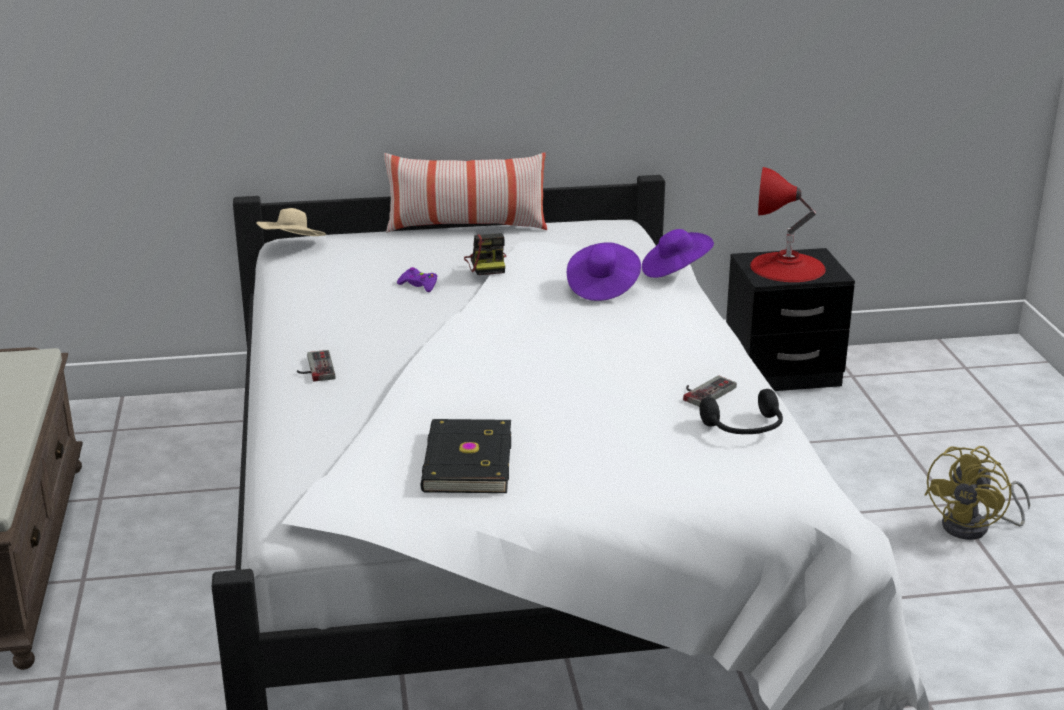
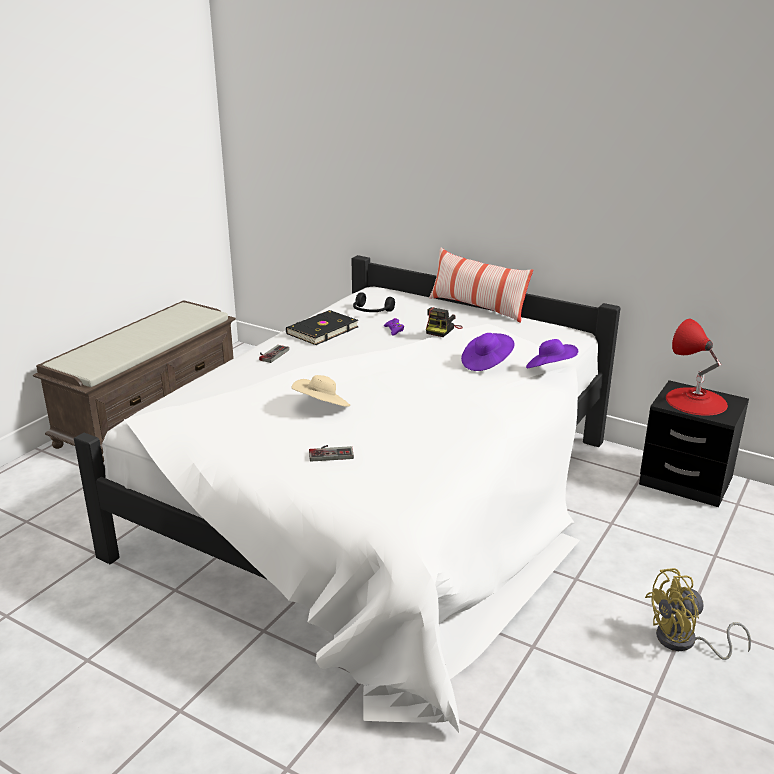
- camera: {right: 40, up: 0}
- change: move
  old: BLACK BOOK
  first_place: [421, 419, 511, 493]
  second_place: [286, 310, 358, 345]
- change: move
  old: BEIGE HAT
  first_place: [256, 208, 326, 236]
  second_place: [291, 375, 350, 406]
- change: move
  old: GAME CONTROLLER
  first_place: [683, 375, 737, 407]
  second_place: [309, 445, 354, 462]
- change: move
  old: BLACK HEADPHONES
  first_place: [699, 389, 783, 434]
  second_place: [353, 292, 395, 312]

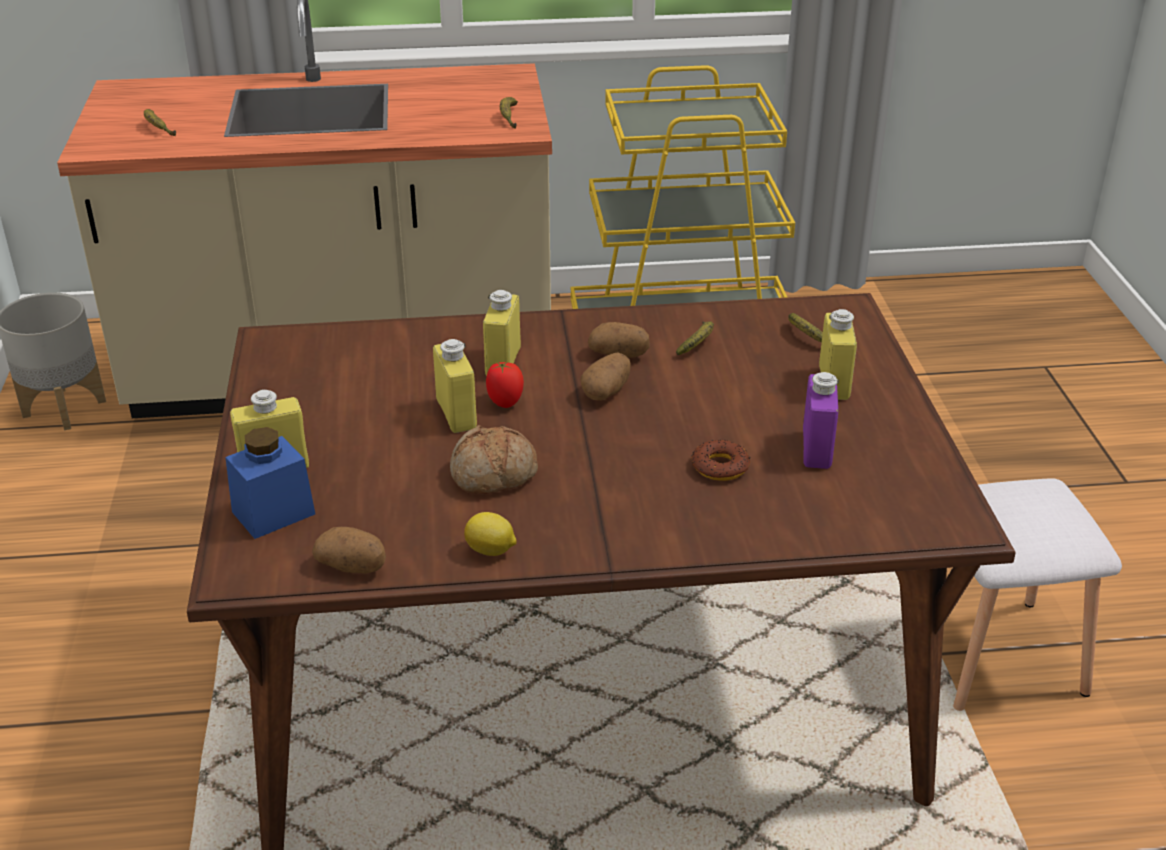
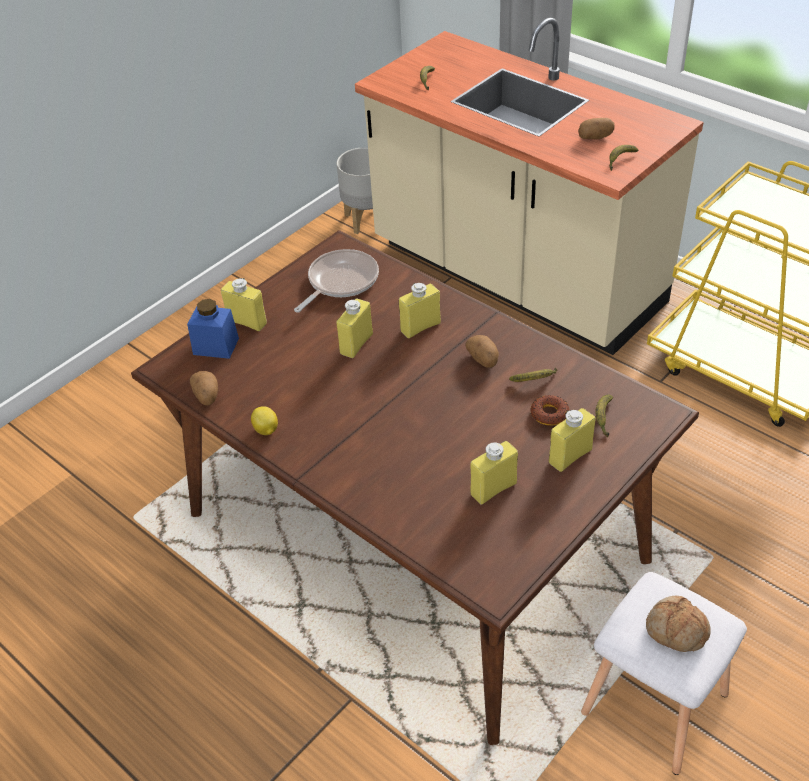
- camera: {right: 50, up: 10}
- change: insert
  new: FRYING PAN
  second_place: [294, 249, 379, 312]
- change: recolor
  old: PURPLE BOTTLE
  new: YELLOW BOTTLE
  first_place: [803, 372, 839, 469]
  second_place: [470, 441, 518, 505]
- change: move
  old: DONUT
  first_place: [691, 440, 750, 481]
  second_place: [530, 395, 569, 426]
- change: move
  old: POTATO
  first_place: [580, 352, 631, 401]
  second_place: [578, 118, 615, 140]
- change: move
  old: BREAD
  first_place: [450, 425, 538, 494]
  second_place: [646, 596, 711, 652]
- change: delete
  old: TOMATO
  first_place: [486, 362, 524, 408]

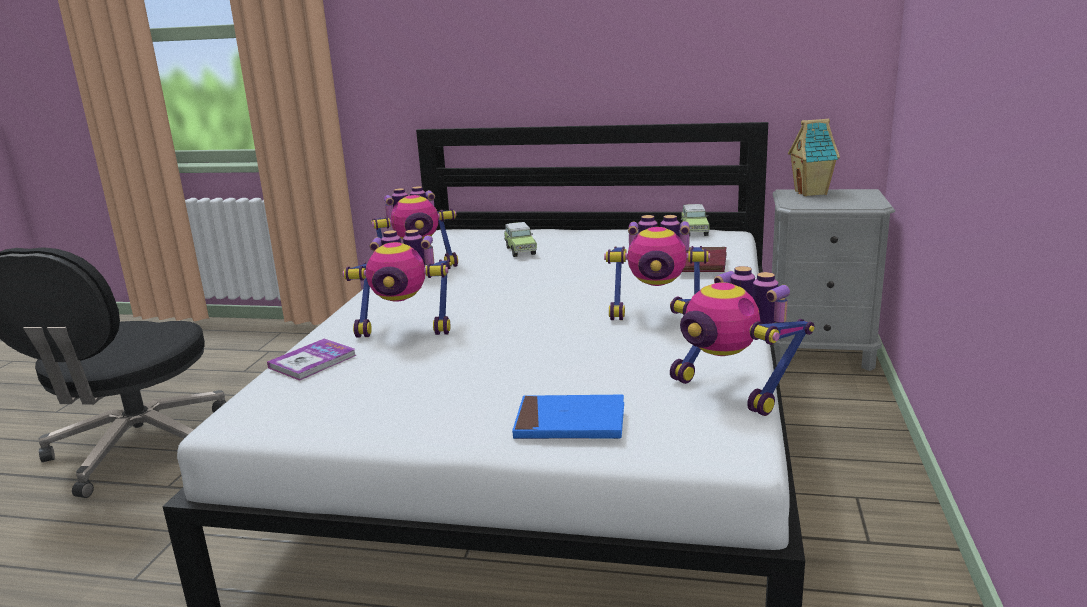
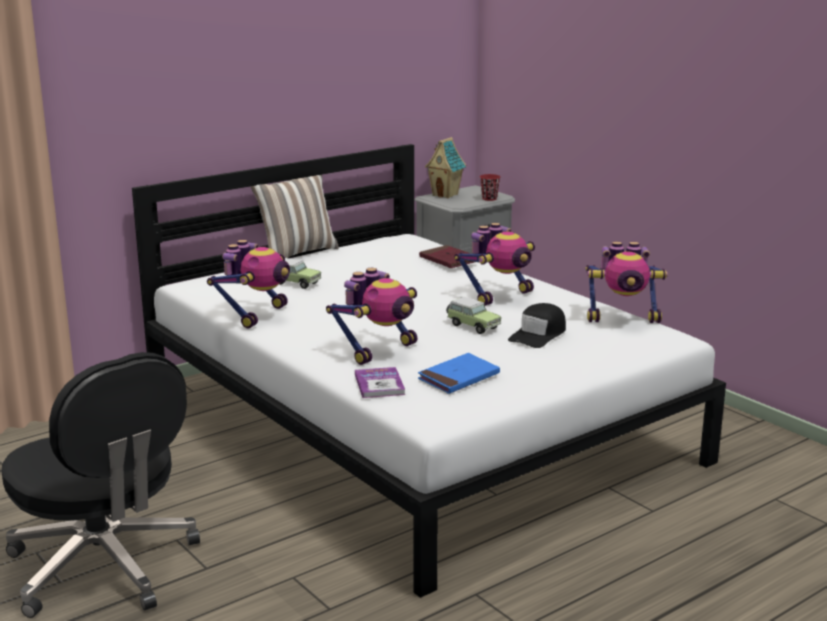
- camera: {right: -50, up: 0}
- change: insert
  new: PILLOW
  second_place: [250, 175, 339, 258]
- change: move
  old: BLUE BOOK
  first_place: [512, 395, 624, 439]
  second_place: [418, 353, 500, 394]
- change: move
  old: TOY CAR
  first_place: [681, 204, 710, 236]
  second_place: [446, 297, 501, 334]
- change: insert
  new: RED CUP
  second_place: [480, 174, 500, 201]
- change: insert
  new: BLACK CAP
  second_place: [508, 303, 566, 348]

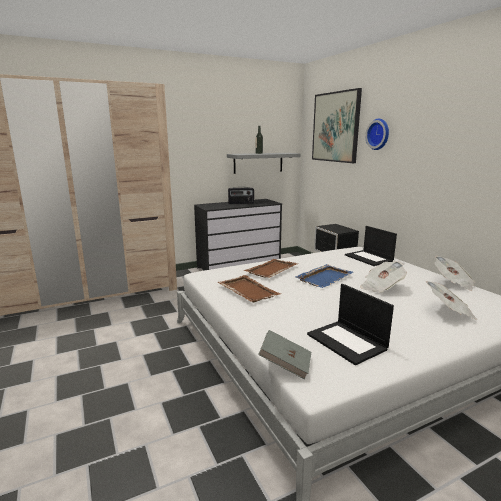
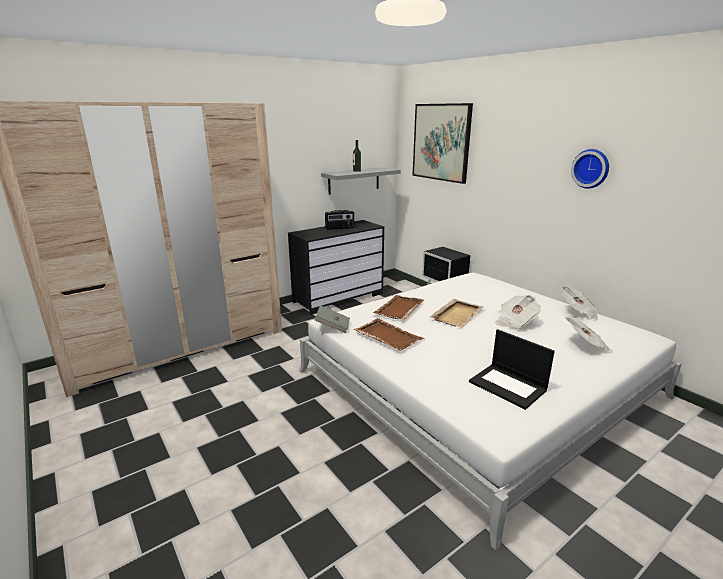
- camera: {right: -10, up: 5}
- change: move
  old: GREY BOOK
  first_place: [258, 330, 311, 379]
  second_place: [315, 305, 350, 333]
- change: recolor
  old: BLUE TRAY
  new: BEIGE TRAY
  first_place: [295, 264, 353, 288]
  second_place: [430, 299, 483, 328]
- change: move
  old: WALL CLOCK
  first_place: [365, 119, 389, 150]
  second_place: [571, 149, 609, 189]
- change: delete
  old: LAPTOP
  first_place: [345, 226, 397, 266]

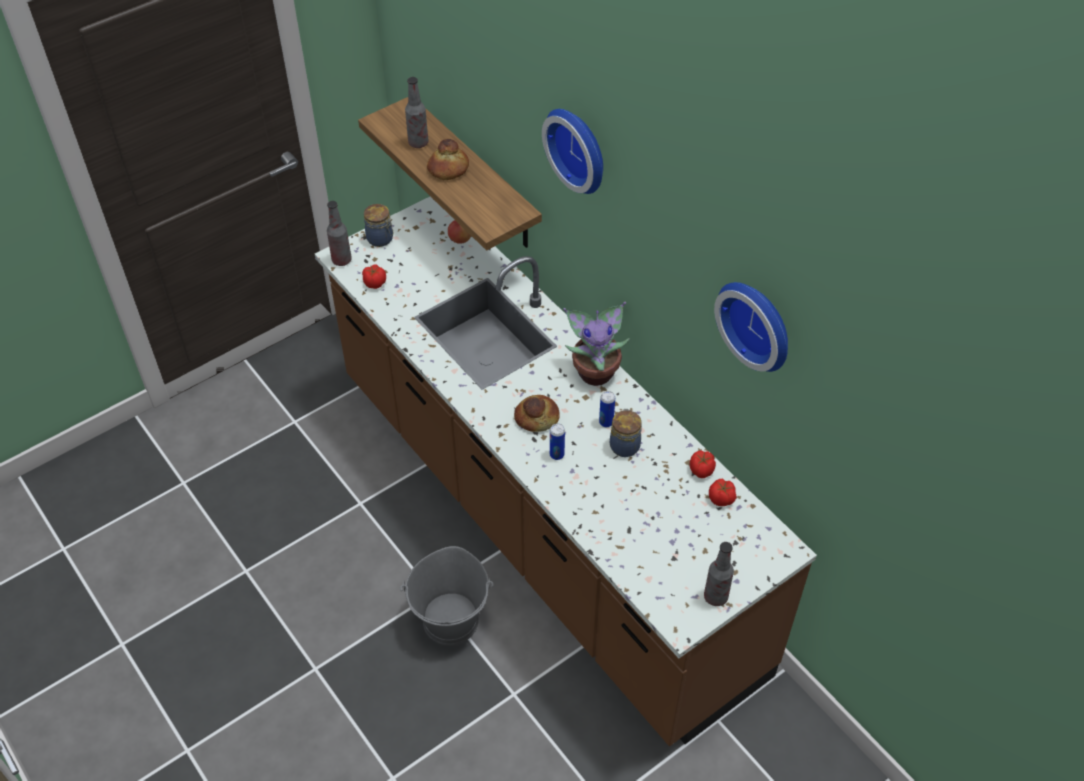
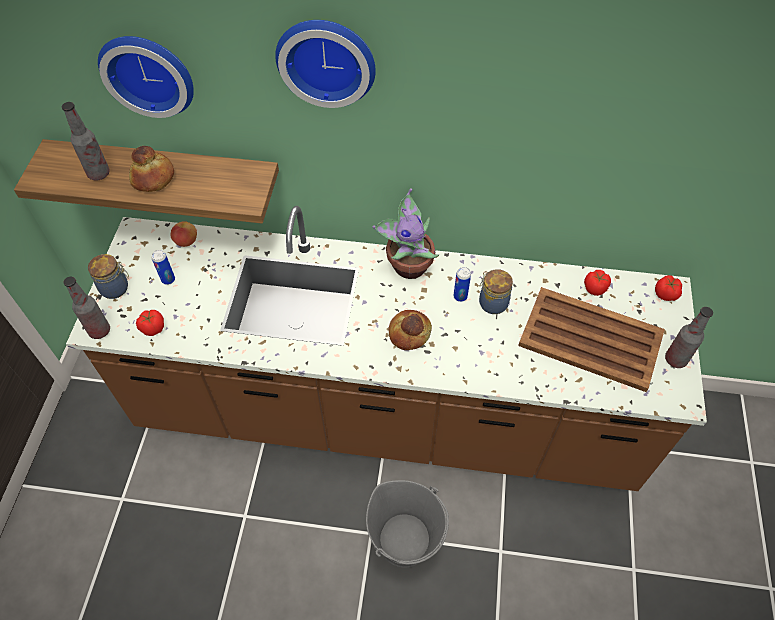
- camera: {right: -45, up: 5}
- change: move
  old: WALL CLOCK
  first_place: [714, 282, 788, 372]
  second_place: [98, 36, 194, 118]
- change: move
  old: CAN
  first_place: [550, 423, 565, 460]
  second_place: [151, 250, 175, 285]
- change: insert
  new: BROWN TRAY
  second_place: [518, 287, 665, 392]
- change: move
  old: TOMATO
  first_place: [690, 451, 716, 478]
  second_place: [655, 275, 682, 301]

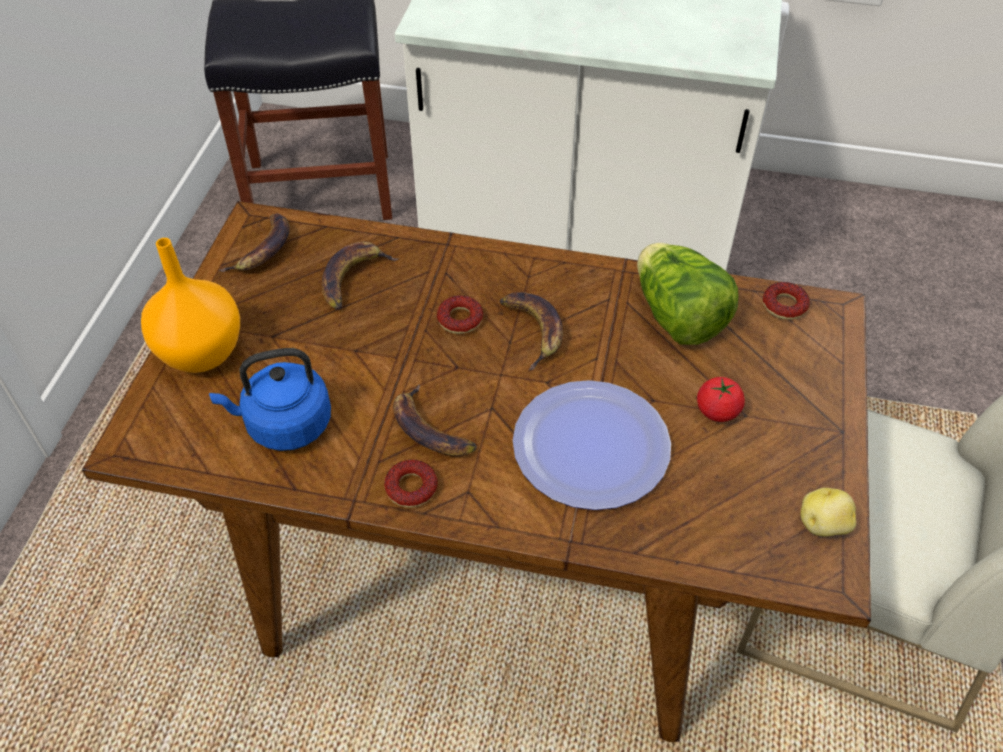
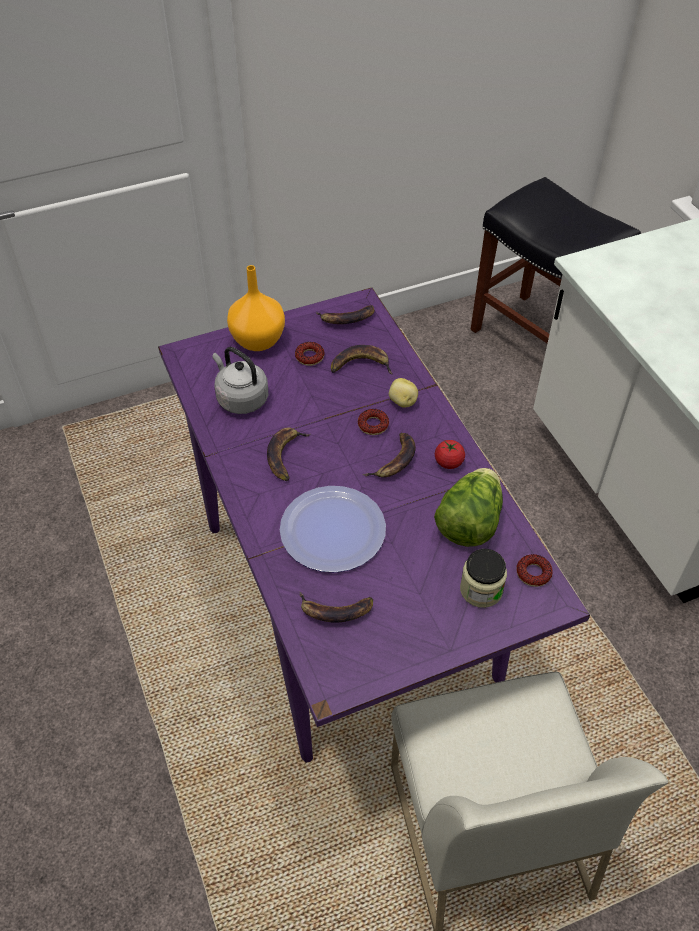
- camera: {right: 55, up: 0}
- change: recolor
  old: BROWN DINING TABLE
  new: PURPLE DINING TABLE
  first_place: [82, 201, 871, 742]
  second_place: [158, 288, 590, 762]
- change: recolor
  old: BLUE KETTLE
  new: GREY KETTLE
  first_place: [209, 348, 331, 451]
  second_place: [212, 347, 268, 414]
- change: move
  old: DONUT
  first_place: [384, 460, 437, 508]
  second_place: [295, 342, 324, 366]
- change: insert
  new: BANANA
  second_place: [300, 592, 373, 622]
- change: move
  old: POTATO
  first_place: [800, 488, 856, 536]
  second_place: [389, 378, 418, 408]
- change: move
  old: TOMATO
  first_place: [697, 377, 745, 422]
  second_place: [435, 440, 465, 469]
- change: insert
  new: JAR
  second_place: [460, 549, 507, 608]

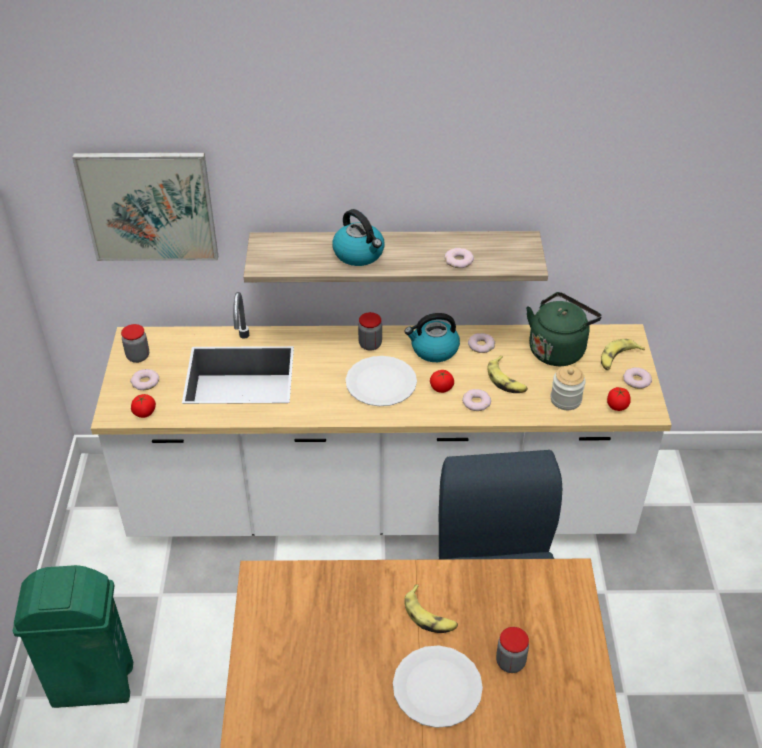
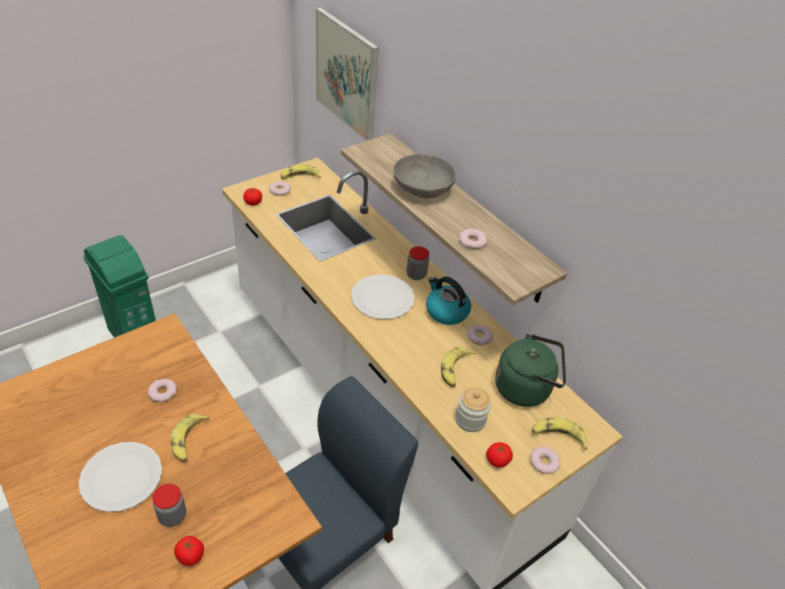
- camera: {right: 50, up: 0}
- change: move
  old: DONUT
  first_place: [462, 389, 491, 411]
  second_place: [148, 379, 177, 402]
- change: move
  old: TOMATO
  first_place: [430, 370, 454, 393]
  second_place: [174, 536, 204, 566]
- change: replace
  old: JAR
  new: BANANA
  first_place: [121, 324, 149, 363]
  second_place: [280, 164, 321, 179]
- change: replace
  old: KETTLE
  new: GREY BOWL
  first_place: [332, 209, 385, 266]
  second_place: [393, 154, 456, 198]

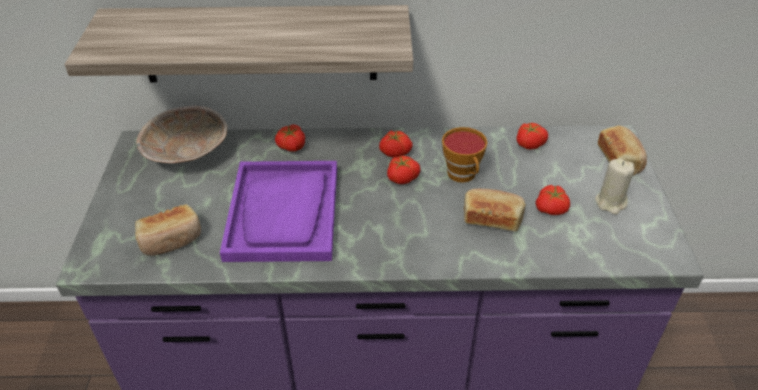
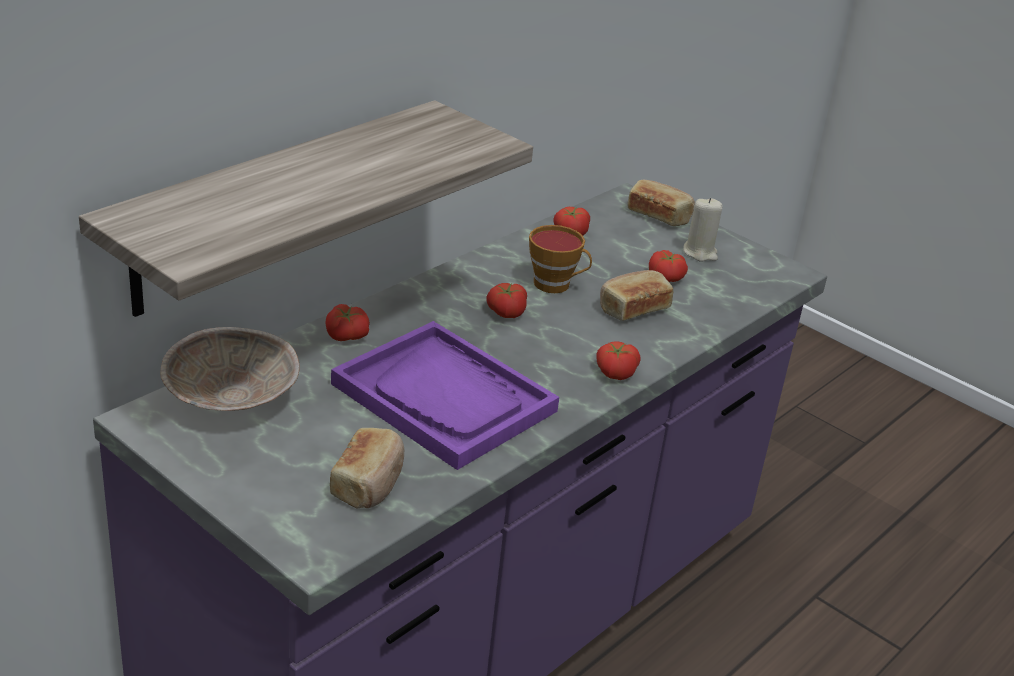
- camera: {right: -50, up: -10}
- change: move
  old: TOMATO
  first_place: [379, 130, 413, 157]
  second_place: [597, 341, 640, 380]

